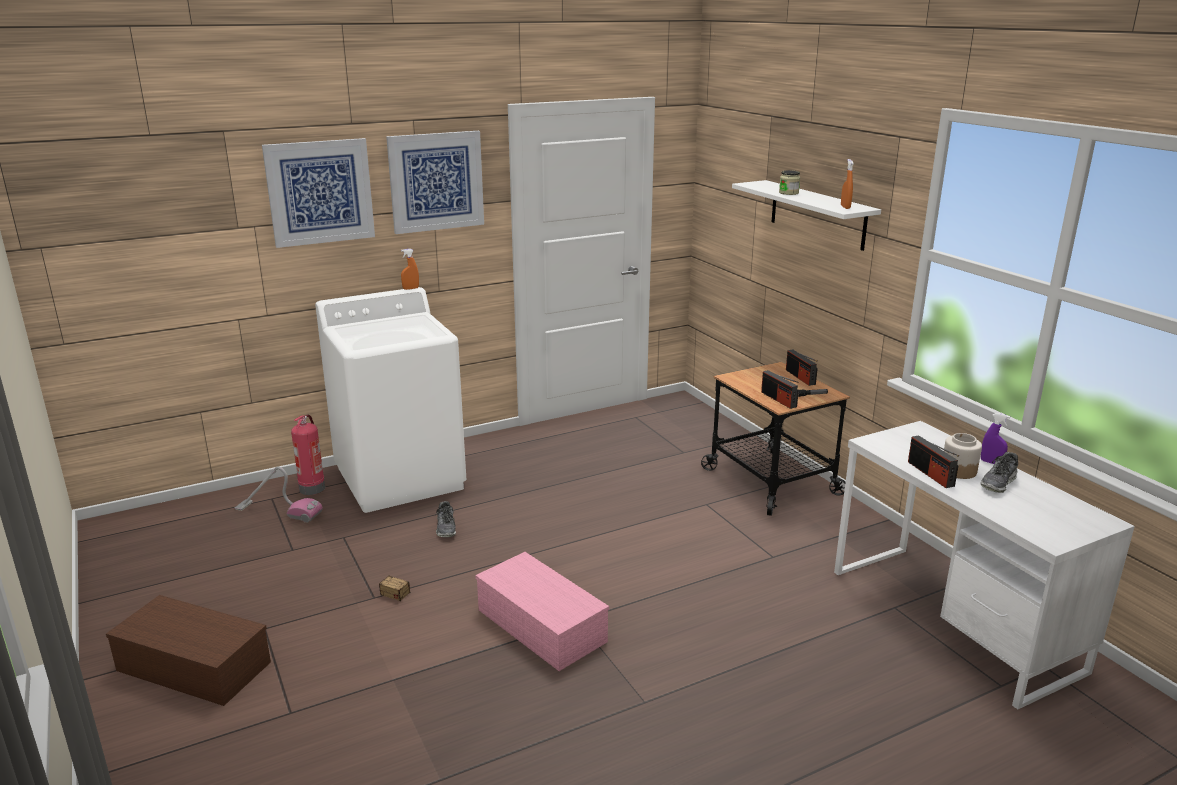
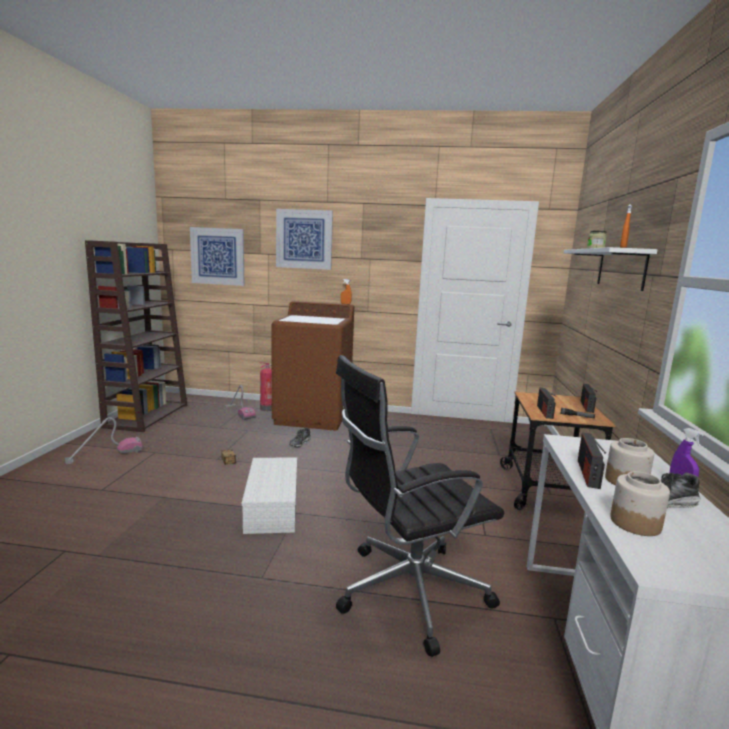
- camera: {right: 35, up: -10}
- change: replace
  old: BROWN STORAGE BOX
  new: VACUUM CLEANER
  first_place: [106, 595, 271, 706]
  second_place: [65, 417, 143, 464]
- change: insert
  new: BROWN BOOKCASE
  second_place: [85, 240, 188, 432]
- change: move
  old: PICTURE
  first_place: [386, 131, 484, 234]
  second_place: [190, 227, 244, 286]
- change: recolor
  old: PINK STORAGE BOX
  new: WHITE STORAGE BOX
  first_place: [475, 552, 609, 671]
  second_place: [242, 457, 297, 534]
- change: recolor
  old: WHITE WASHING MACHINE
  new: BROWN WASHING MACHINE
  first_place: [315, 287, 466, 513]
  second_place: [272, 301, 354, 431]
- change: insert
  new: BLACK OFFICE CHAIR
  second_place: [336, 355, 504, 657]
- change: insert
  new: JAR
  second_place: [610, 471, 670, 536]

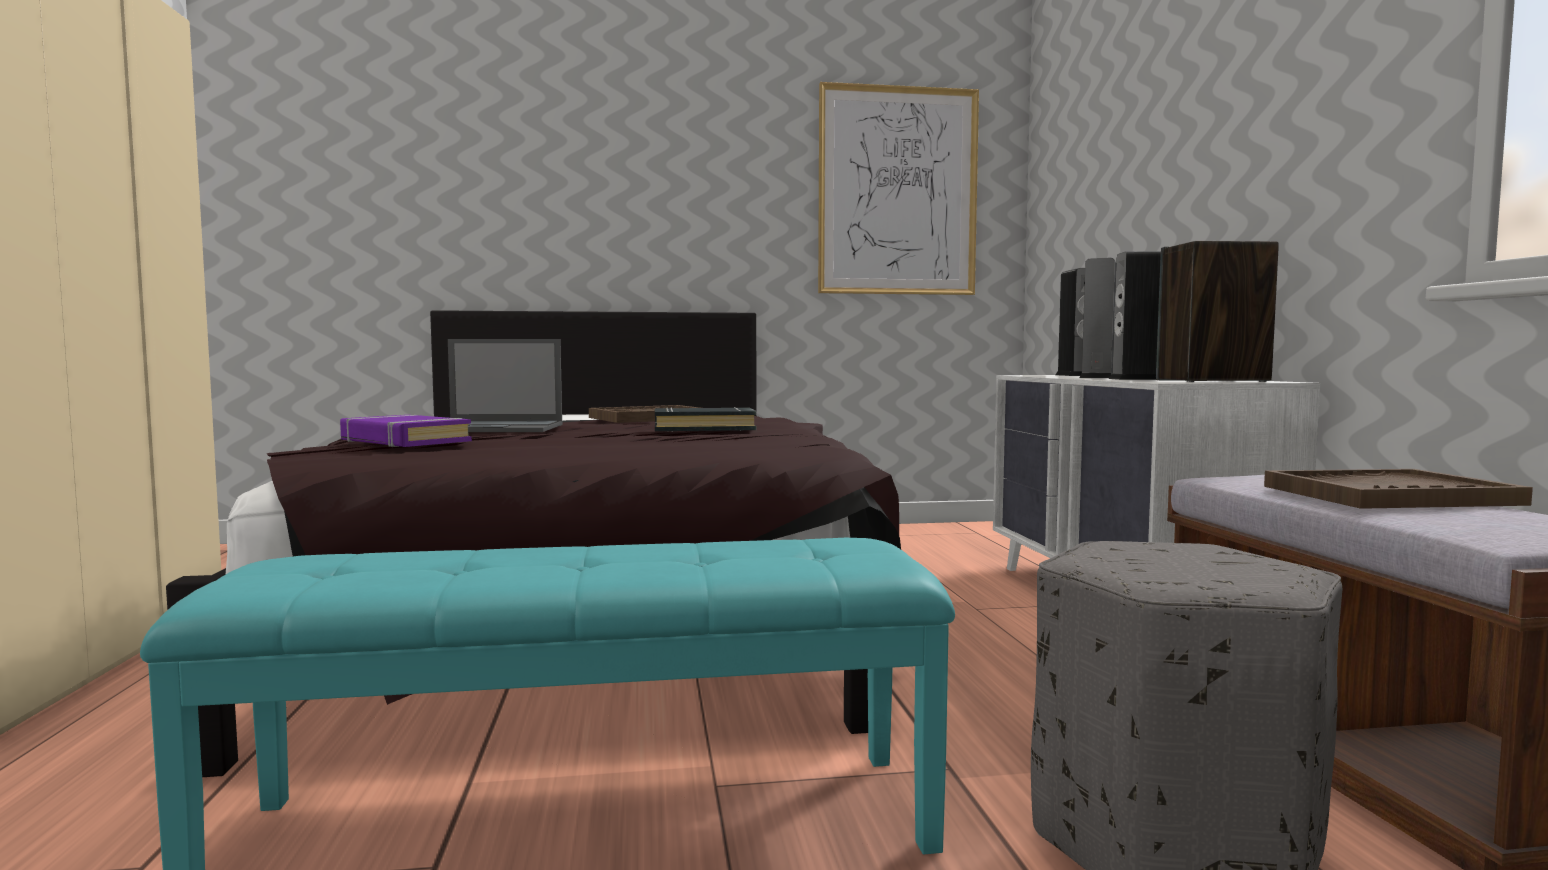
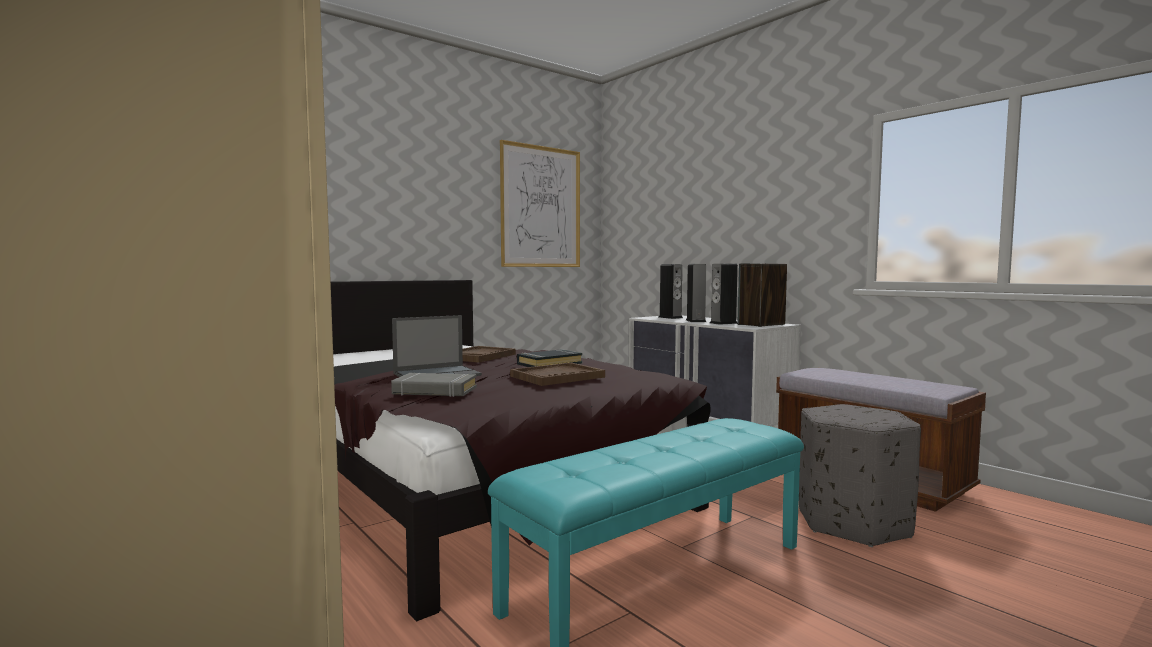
- camera: {right: -30, up: 0}
- change: recolor
  old: PURPLE BOOK
  new: GREY BOOK
  first_place: [340, 415, 472, 447]
  second_place: [391, 373, 477, 397]
- change: move
  old: BROWN TRAY
  first_place: [1264, 469, 1533, 509]
  second_place: [510, 363, 605, 386]

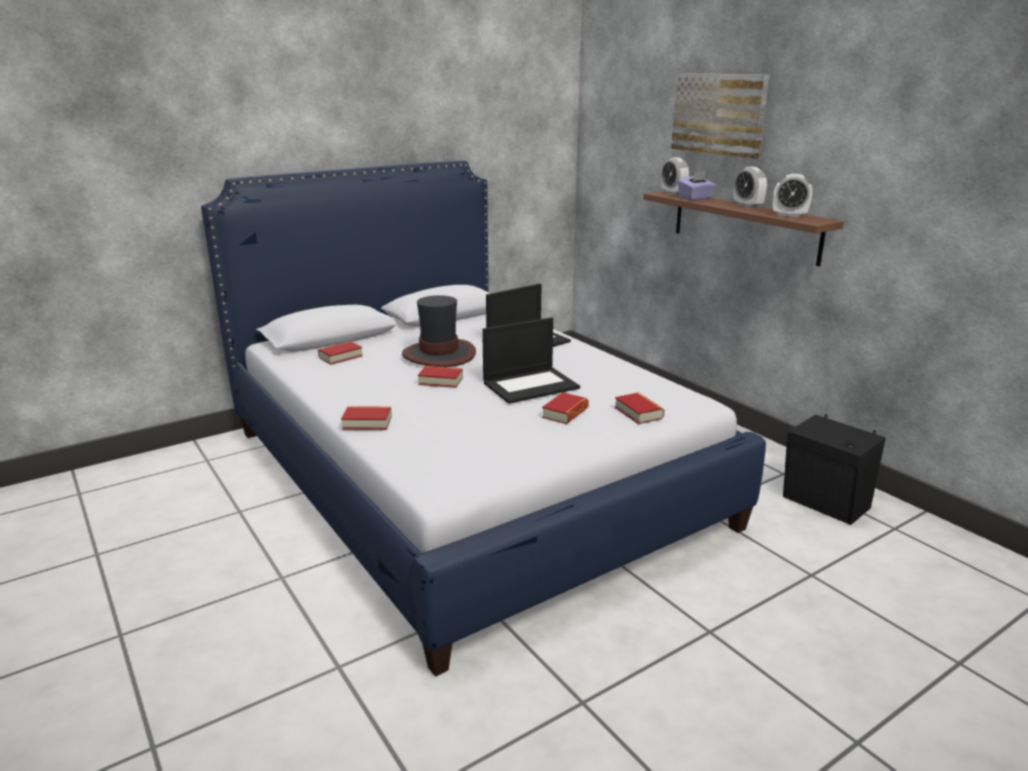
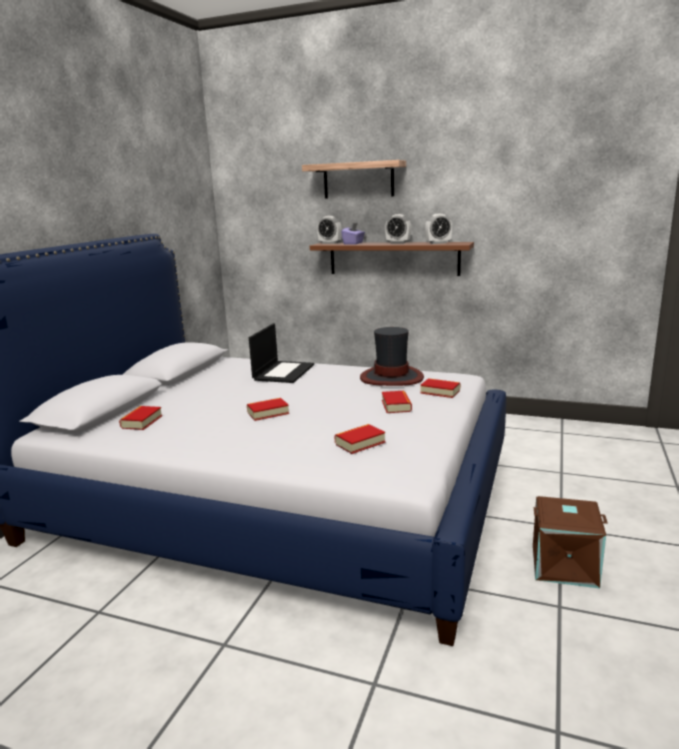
- camera: {right: -35, up: -5}
- change: replace
  old: PICTURE
  new: SHELF
  first_place: [671, 73, 769, 159]
  second_place: [302, 160, 406, 199]
- change: move
  old: BOOK
  first_place: [341, 406, 392, 430]
  second_place: [335, 424, 385, 454]
- change: move
  old: HAT
  first_place: [402, 295, 476, 367]
  second_place: [360, 327, 424, 386]
- change: insert
  new: BROWN STORAGE BOX
  second_place: [533, 496, 608, 589]
- change: delete
  old: LAPTOP
  first_place: [482, 317, 580, 404]
- change: delete
  old: BLACK SPEAKER
  first_place: [783, 414, 886, 525]

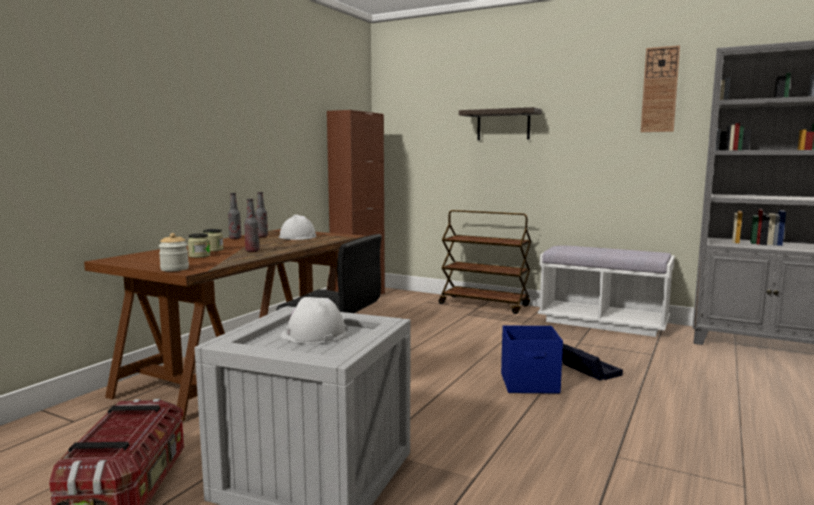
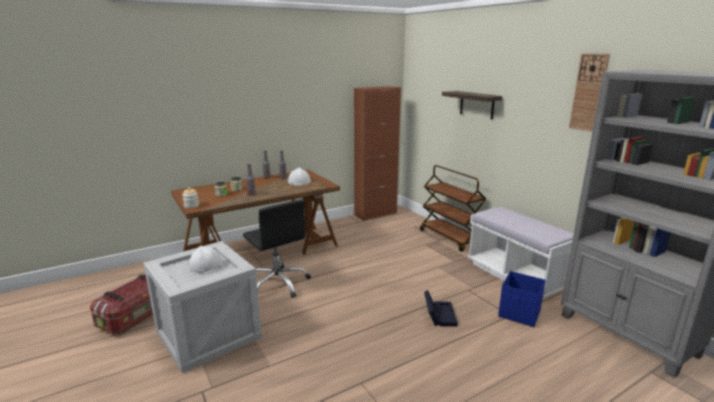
- camera: {right: 30, up: 10}
- change: move
  old: BLUE STORAGE BOX
  first_place: [501, 325, 563, 394]
  second_place: [498, 271, 546, 327]

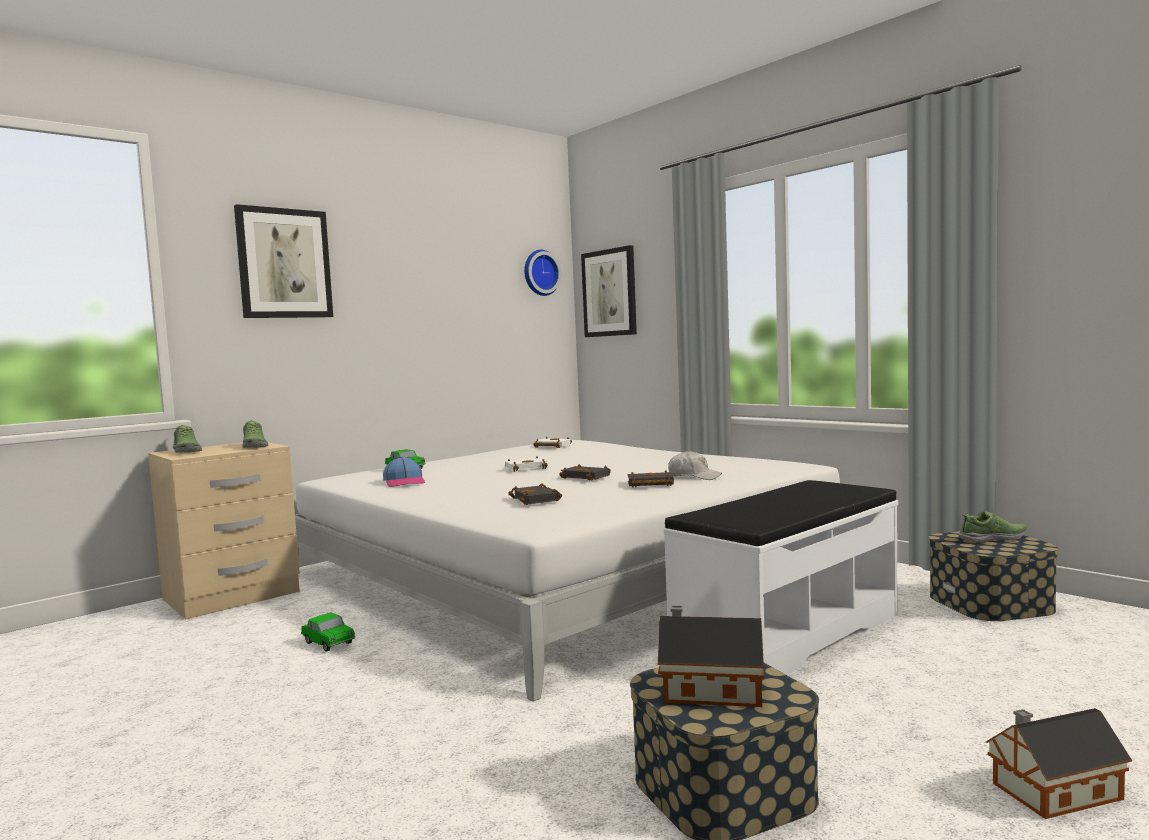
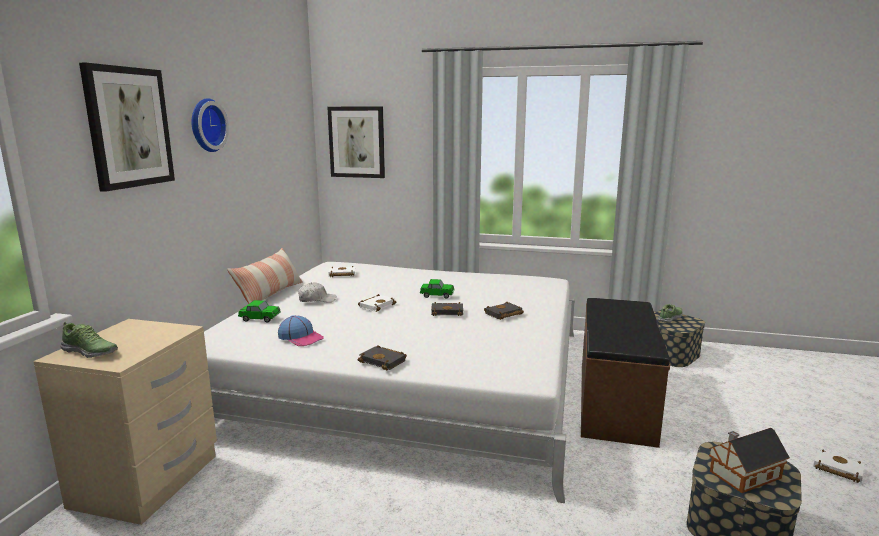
- camera: {right: -35, up: 10}
- change: move
  old: WALL CLOCK
  first_place: [524, 250, 561, 296]
  second_place: [192, 98, 229, 152]
- change: insert
  new: PILLOW
  second_place: [227, 248, 303, 304]
- change: move
  old: WHITE CAP
  first_place: [668, 451, 722, 480]
  second_place: [298, 282, 336, 303]
- change: move
  old: BLACK BOOK
  first_place: [508, 483, 562, 505]
  second_place: [358, 345, 407, 370]
- change: move
  old: TOY CAR
  first_place: [301, 612, 355, 652]
  second_place: [420, 279, 454, 299]
- change: recolor
  old: WHITE BENCH
  new: BROWN BENCH
  first_place: [664, 480, 898, 675]
  second_place: [581, 298, 670, 448]
- change: replace
  old: TOY HOUSE
  new: WHITE BOOK
  first_place: [986, 708, 1132, 819]
  second_place: [813, 449, 865, 483]
- change: delete
  old: SHOE
  first_place: [242, 420, 268, 448]

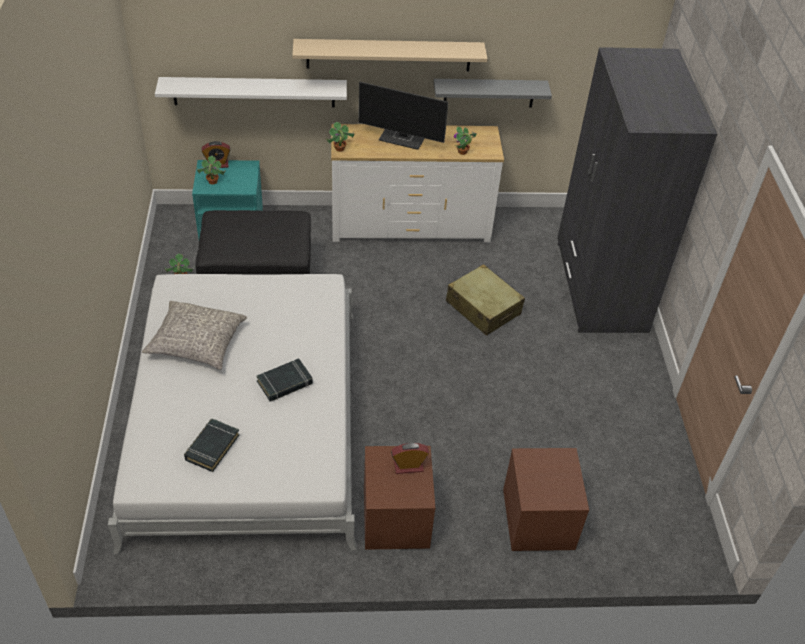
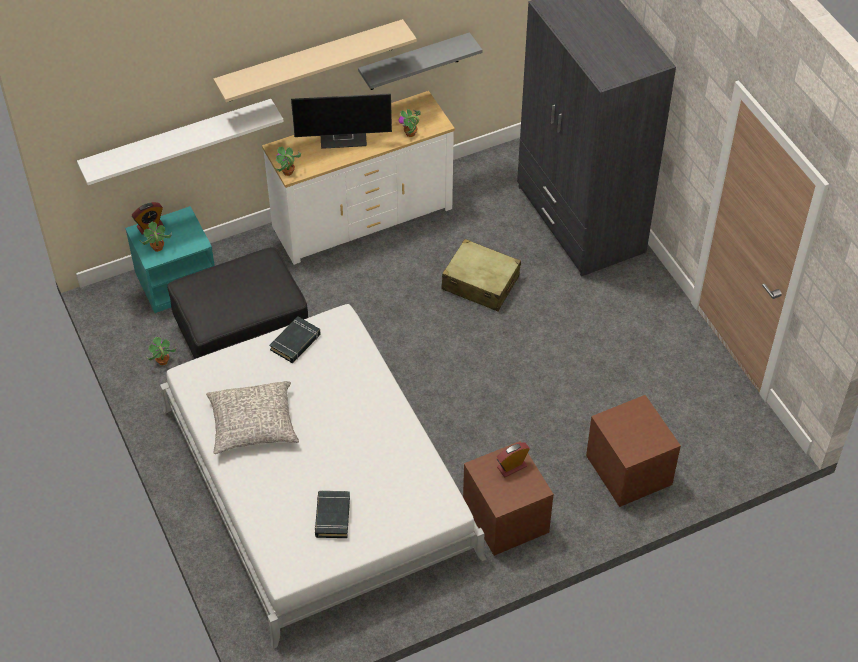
- camera: {right: -20, up: 5}
- change: move
  old: BLACK BOOK
  first_place: [256, 359, 313, 402]
  second_place: [270, 317, 321, 363]

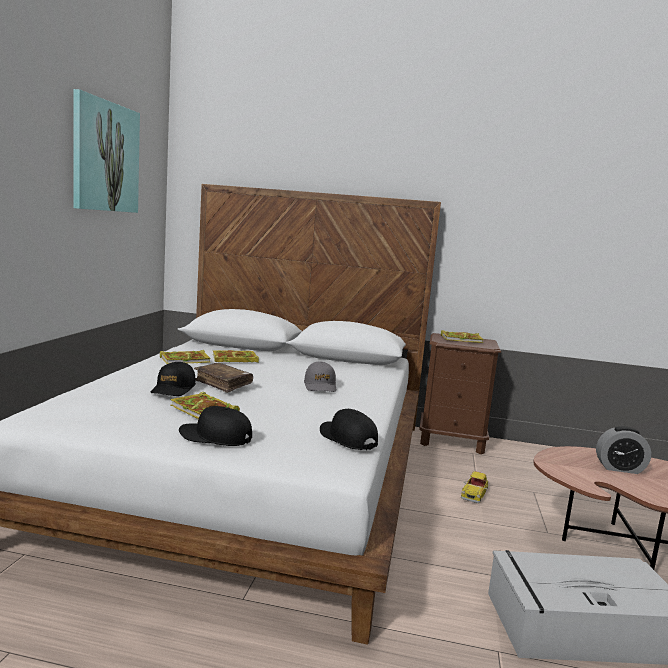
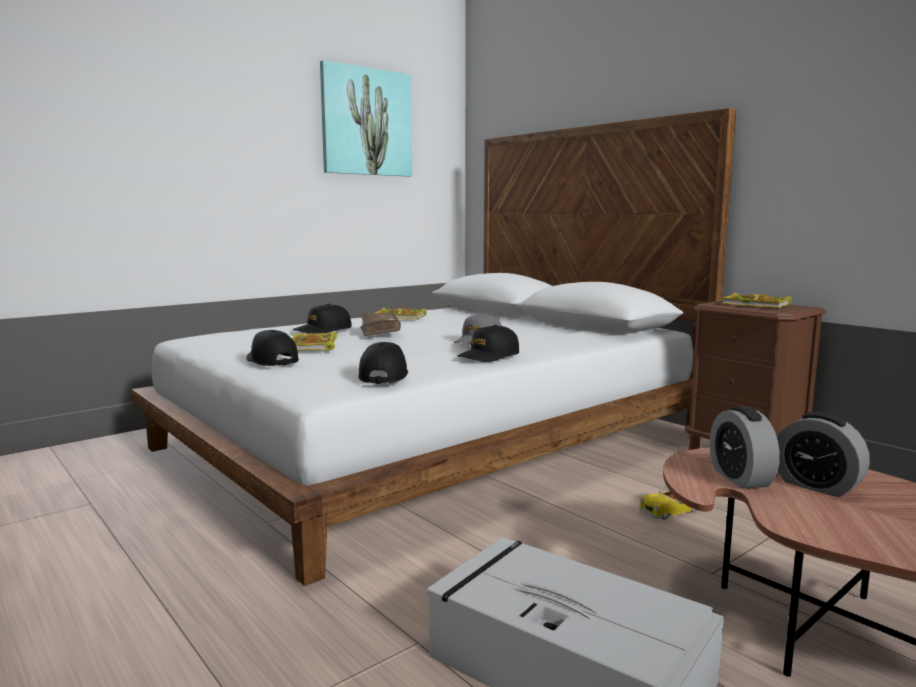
- camera: {right: 40, up: 0}
- change: insert
  new: BLACK CAP
  second_place: [457, 325, 519, 362]
- change: insert
  new: ALARM CLOCK
  second_place: [710, 406, 780, 489]
- change: delete
  old: BOOK
  first_place: [213, 350, 259, 363]

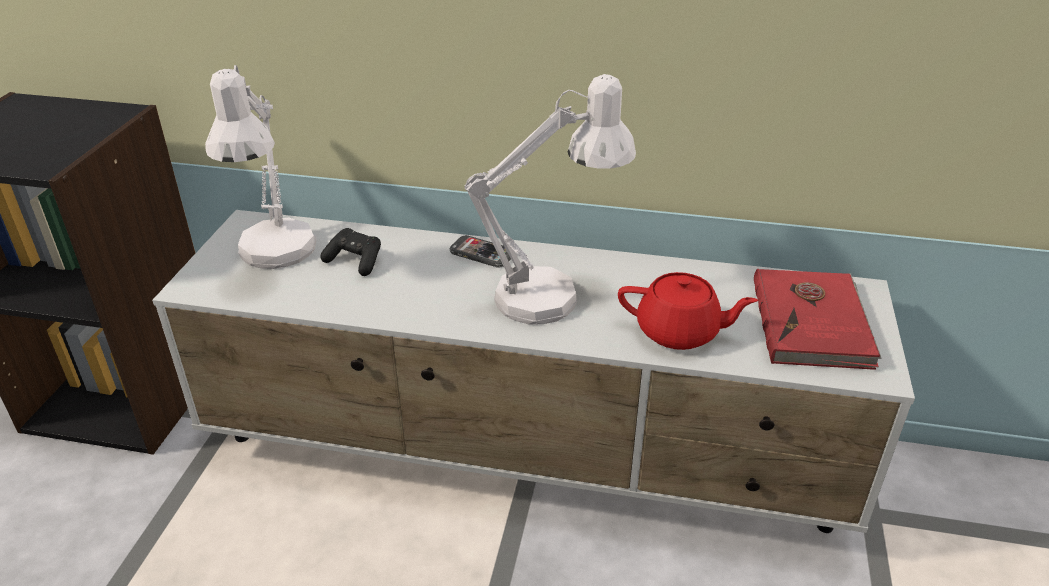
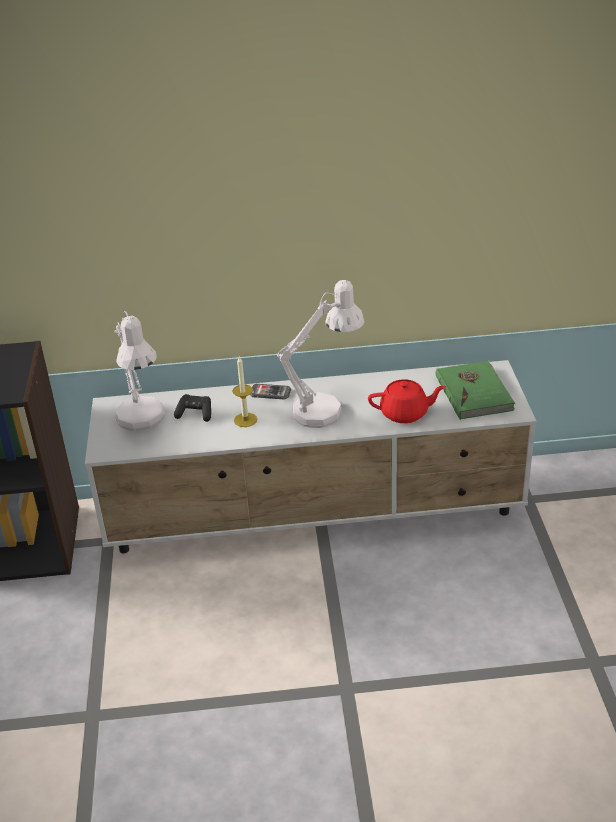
- camera: {right: -15, up: 0}
- change: insert
  new: CANDLE
  second_place: [232, 356, 257, 427]
- change: recolor
  old: RED BOOK
  new: GREEN BOOK
  first_place: [754, 269, 881, 370]
  second_place: [436, 360, 515, 420]

